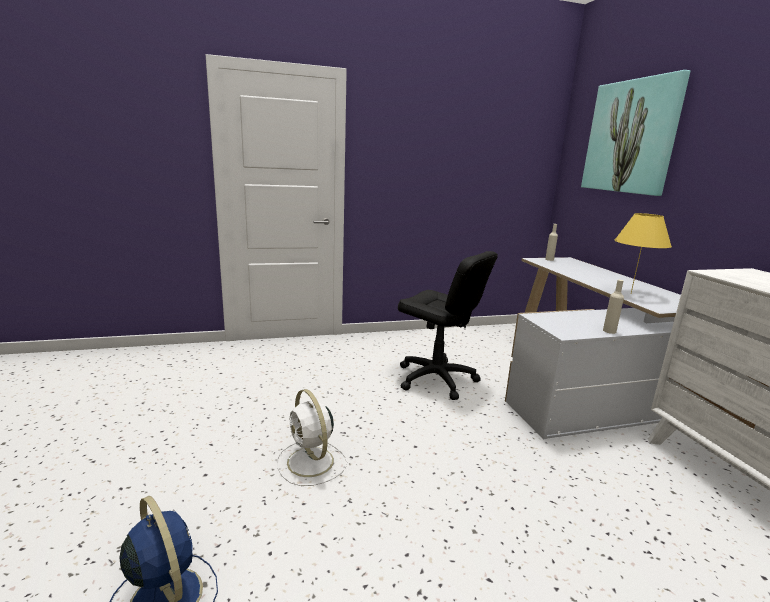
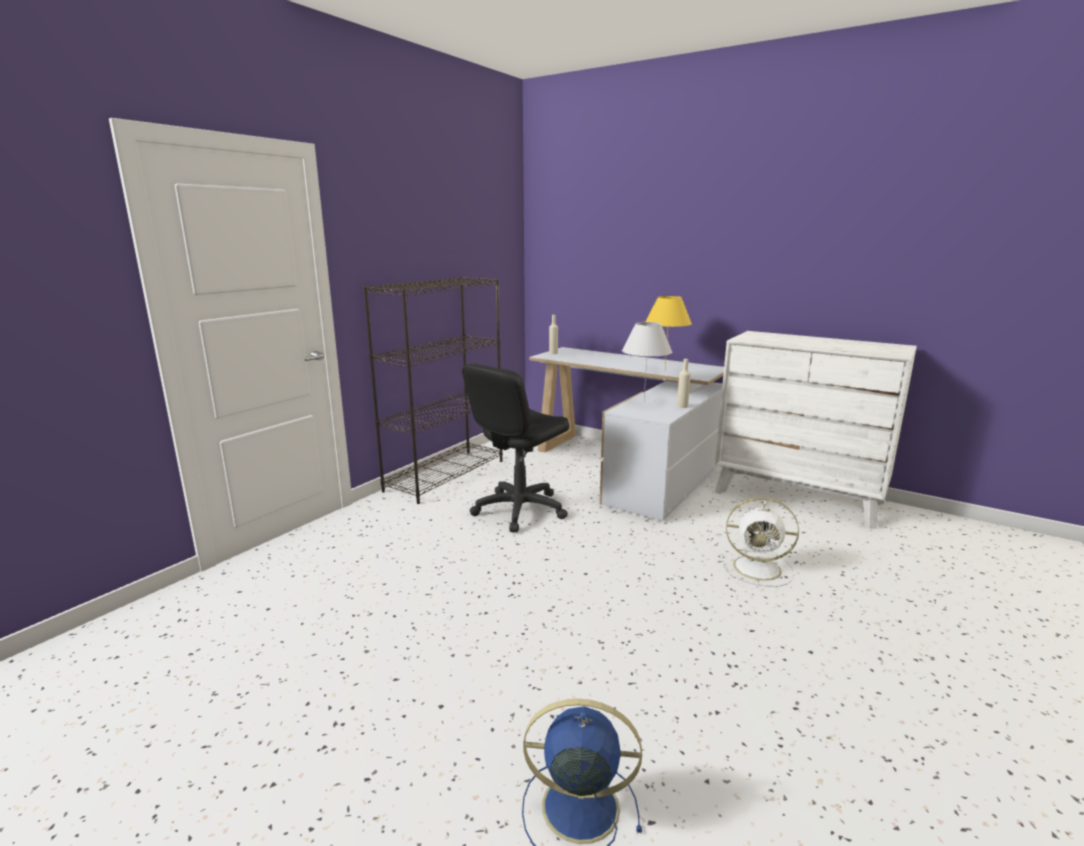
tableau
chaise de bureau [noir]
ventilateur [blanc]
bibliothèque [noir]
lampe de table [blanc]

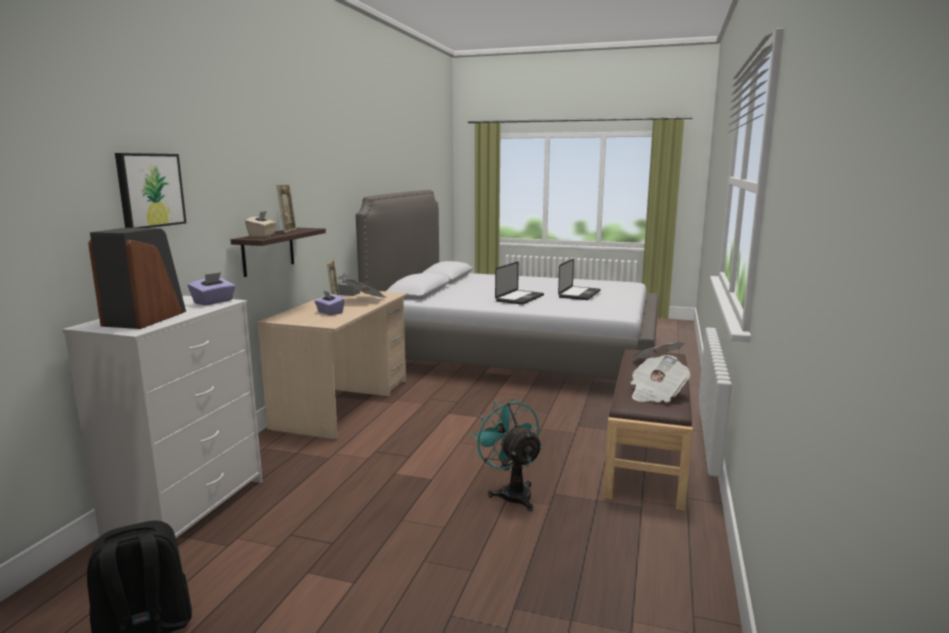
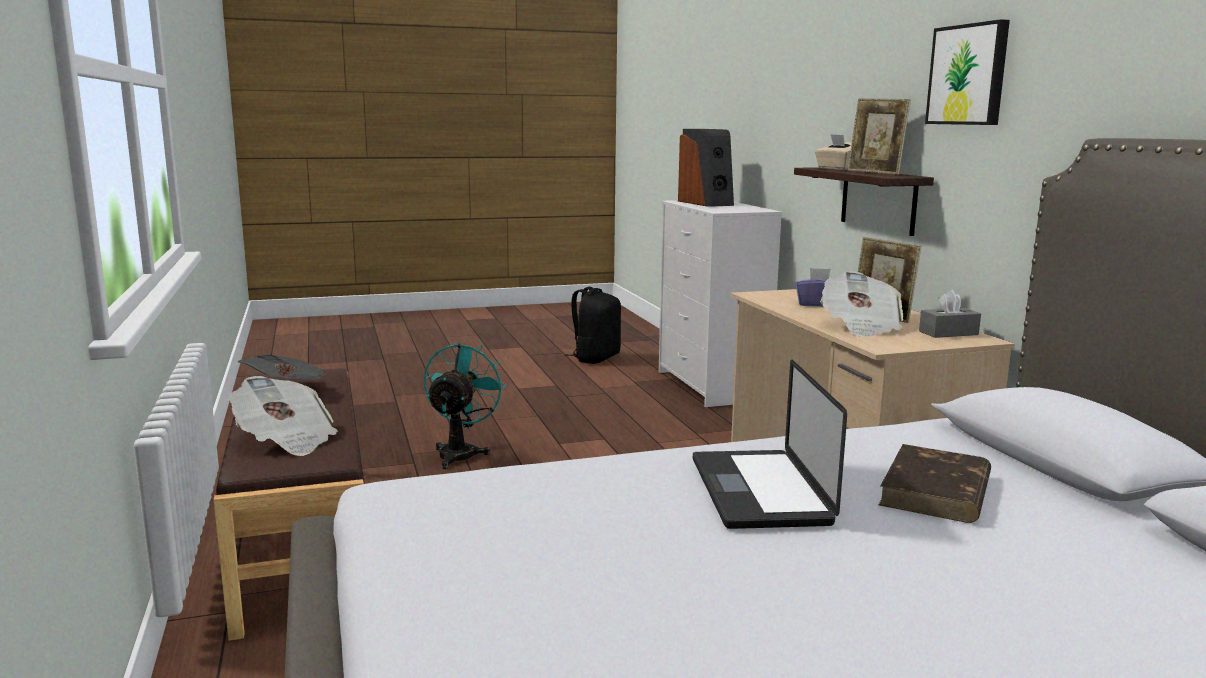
tableau
ordinateur portable (no. 2 from left in the first image)
boîte à mouchoirs [violet] (no. 1 from left in the first image)
ventilateur [turquoise]
livre [marron]

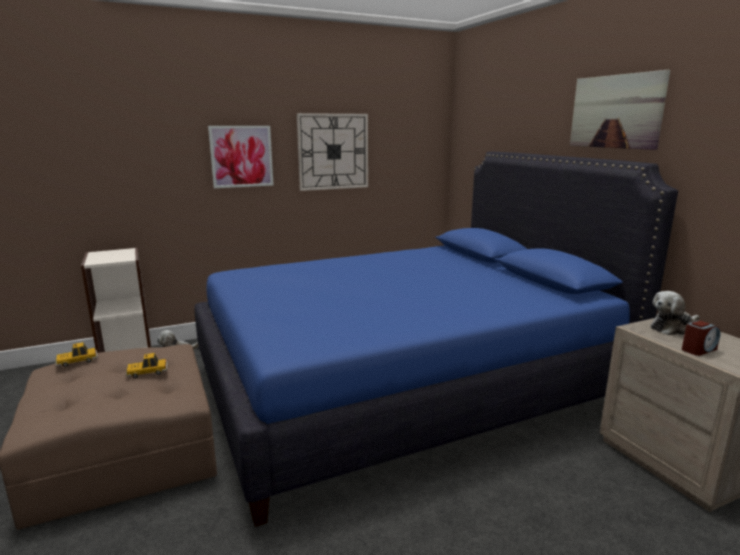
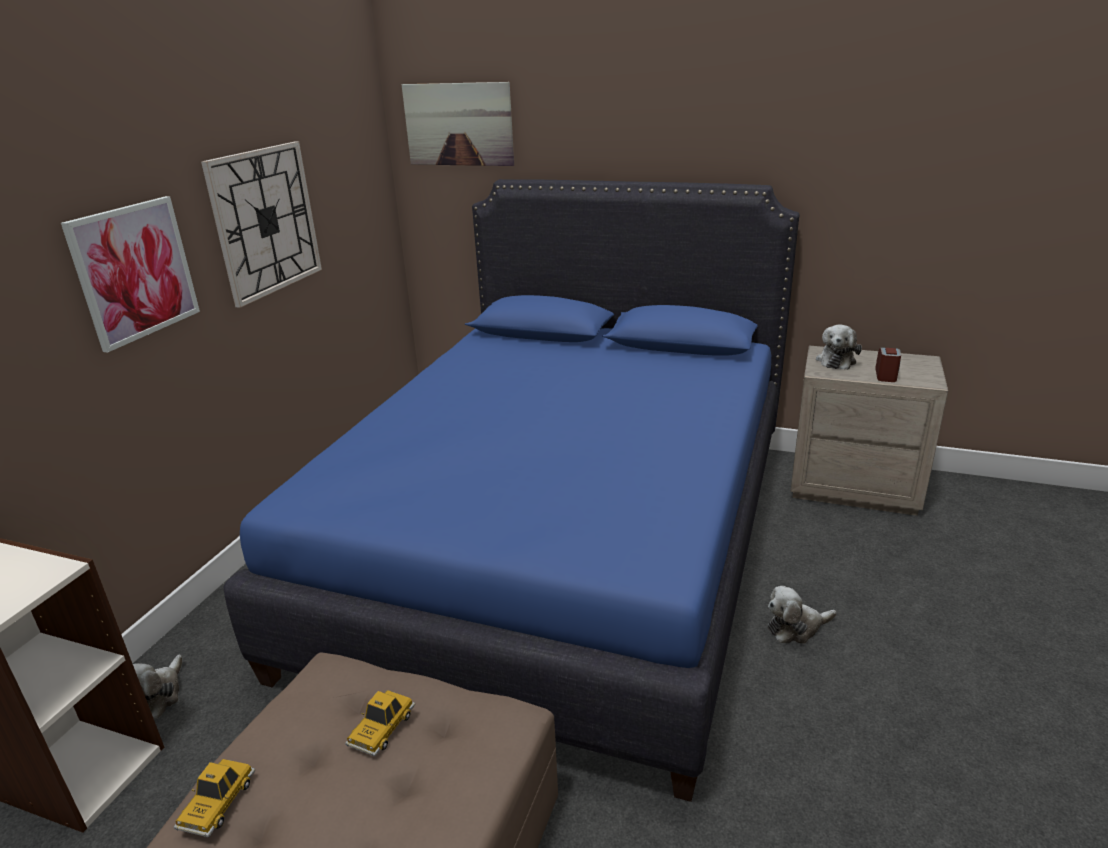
tableau (no. 2 from left)
peluche (no. 2 from left)

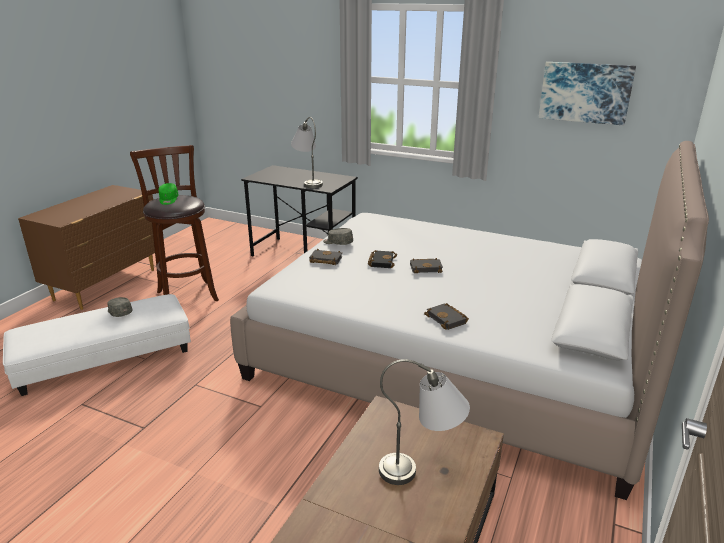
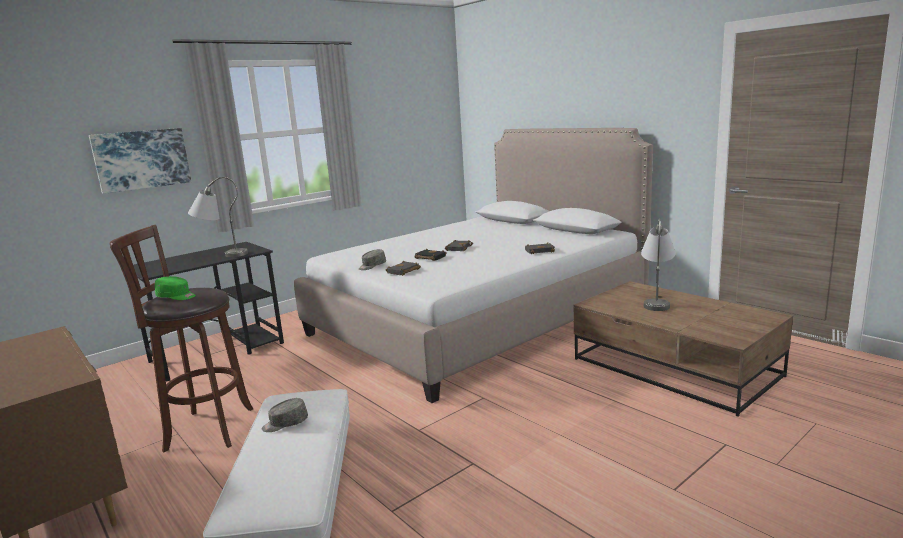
tableau

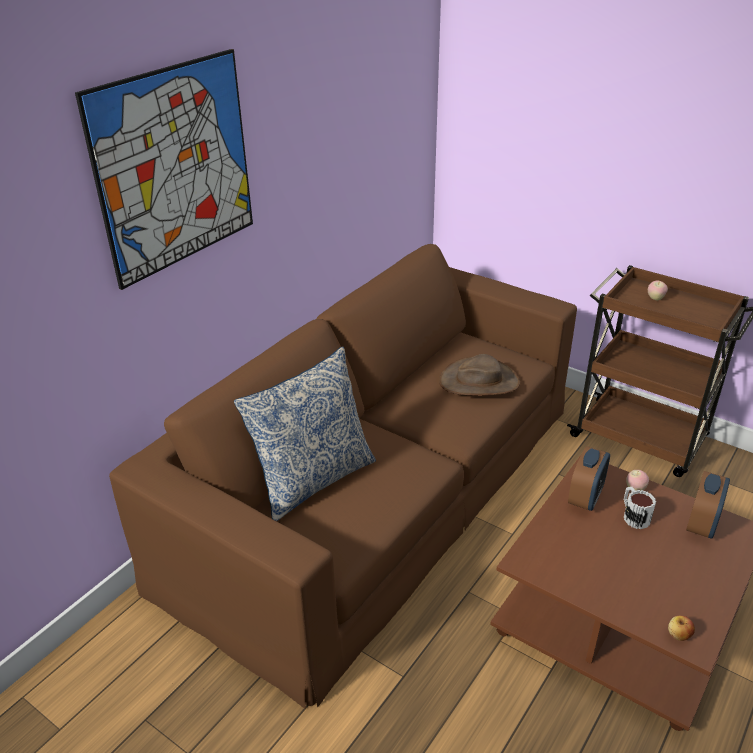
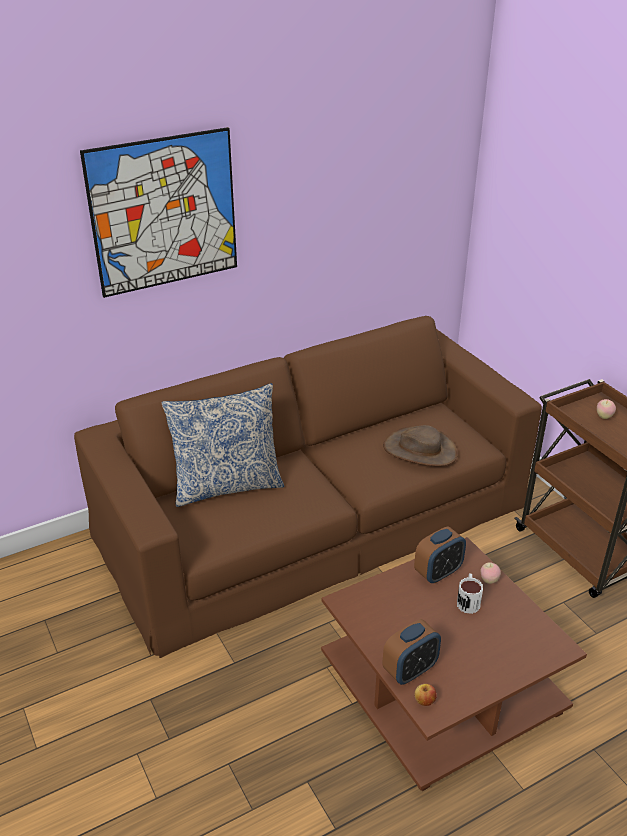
réveil (no. 1 from left)

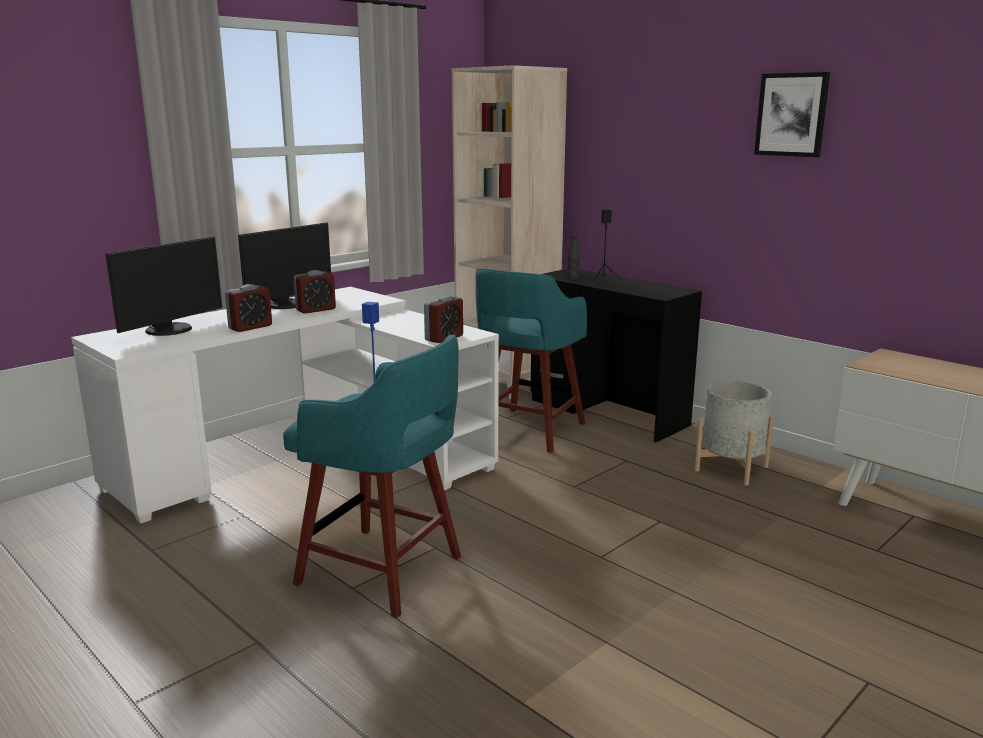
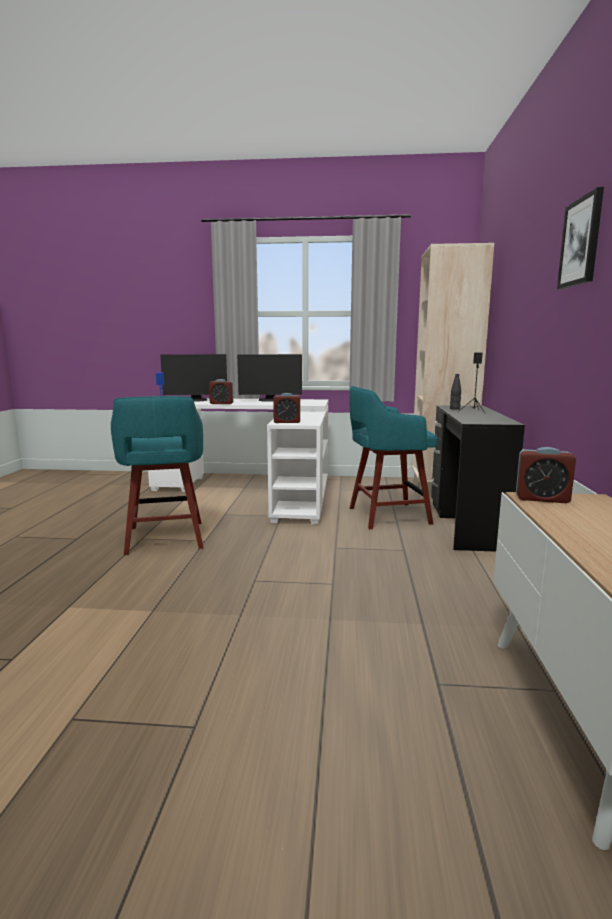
réveil (no. 3 from left)
cache-pot [gris]

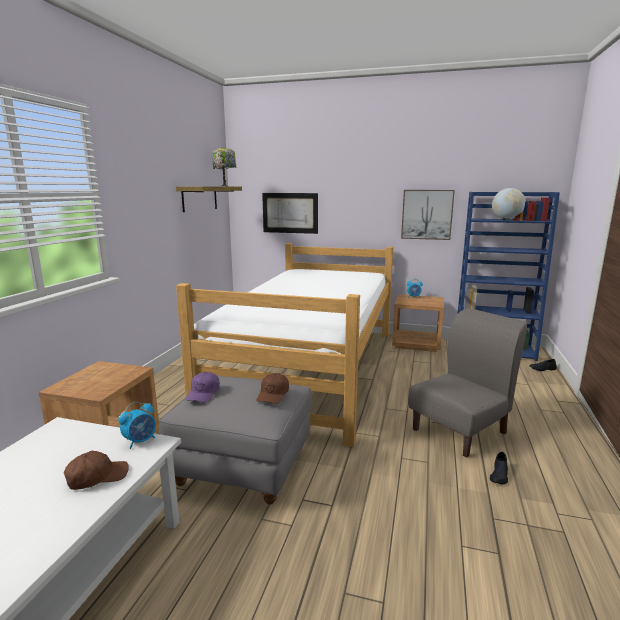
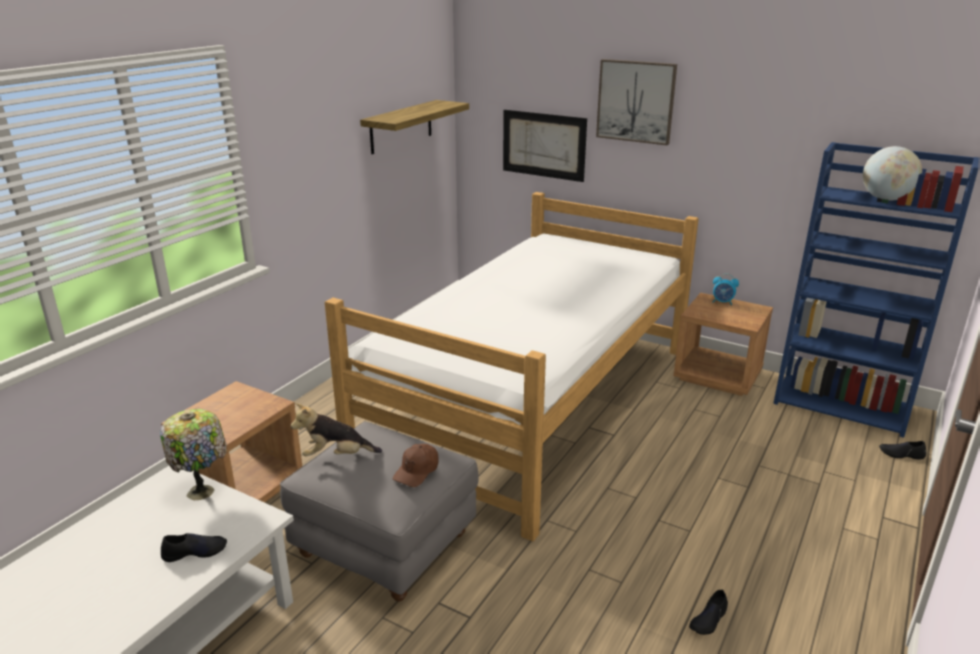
lampe de table
tableau (no. 2 from left)
chaise [gris]
peluche
réveil (no. 1 from left in the first image)
chaussure [noir] (no. 1 from left)

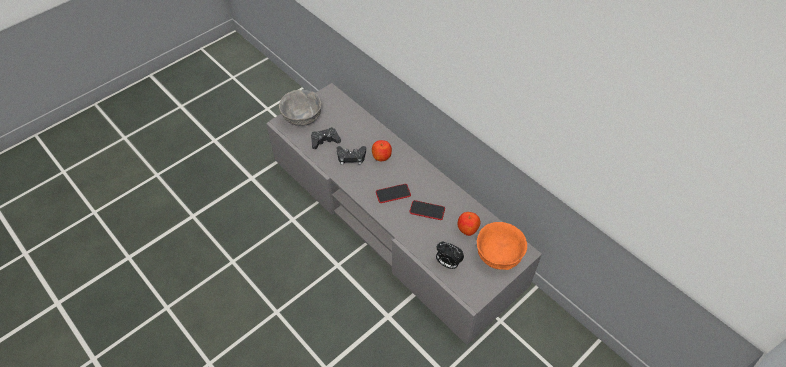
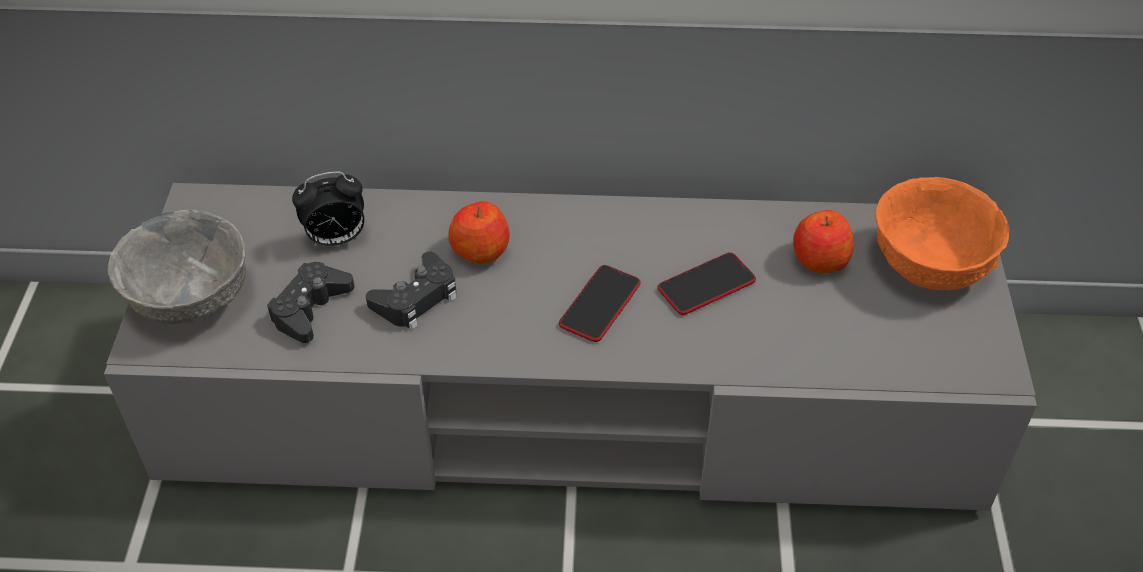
réveil

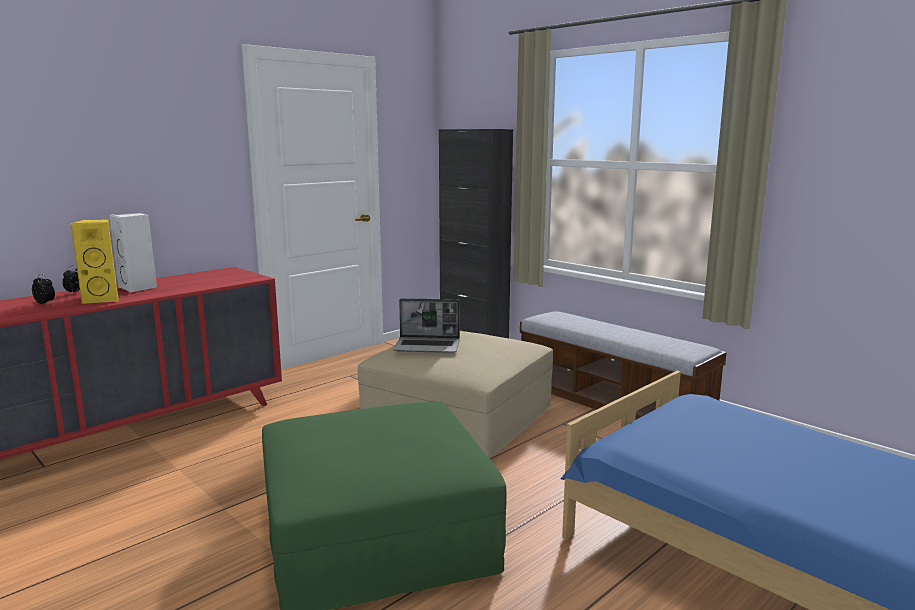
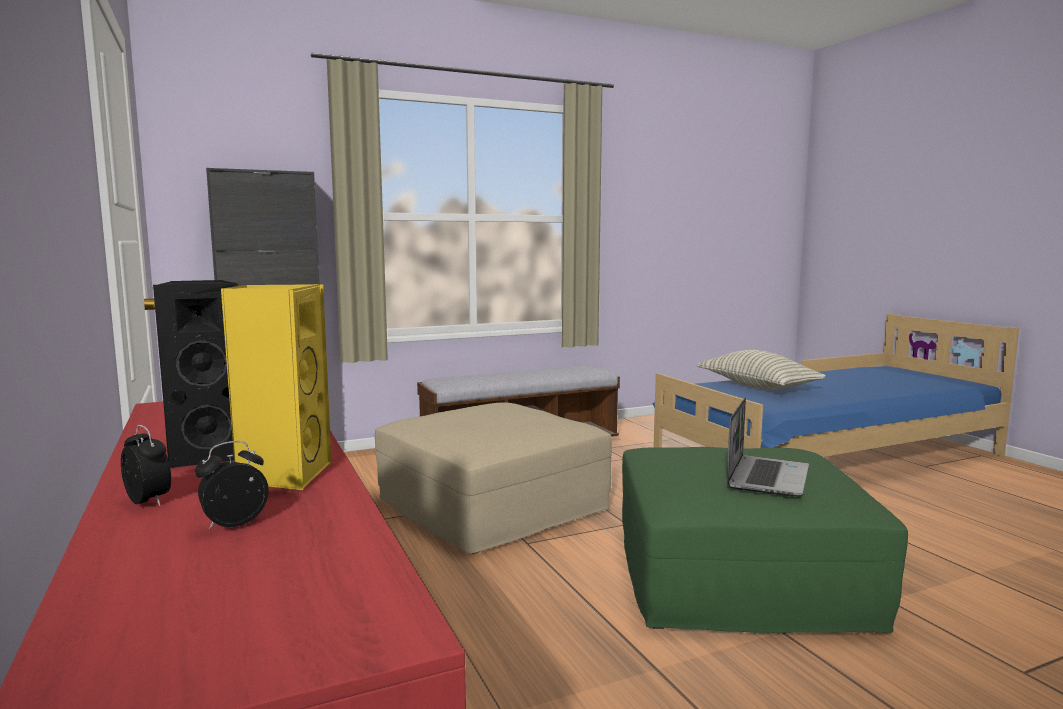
enceinte [noir]
ordinateur portable
coussin

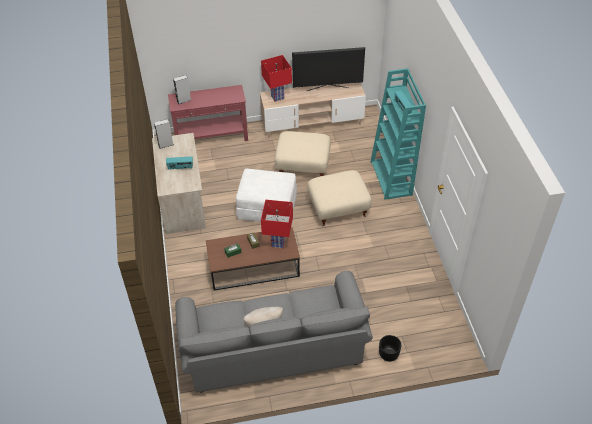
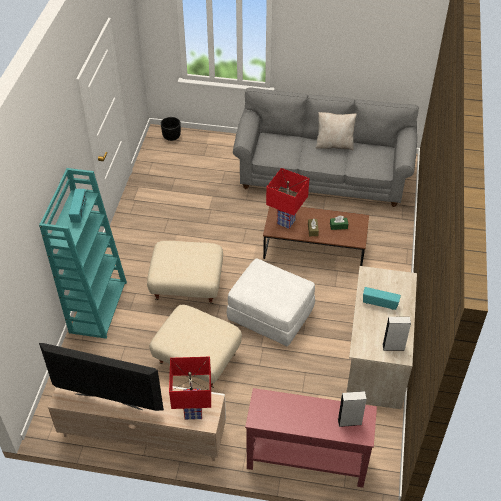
cache-pot [noir]

